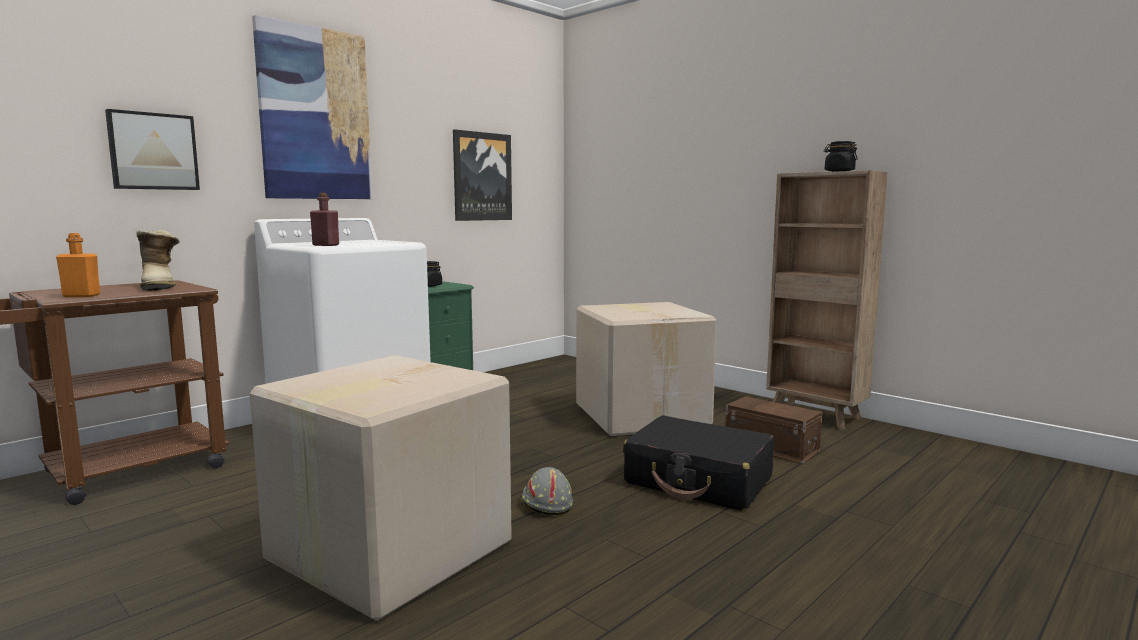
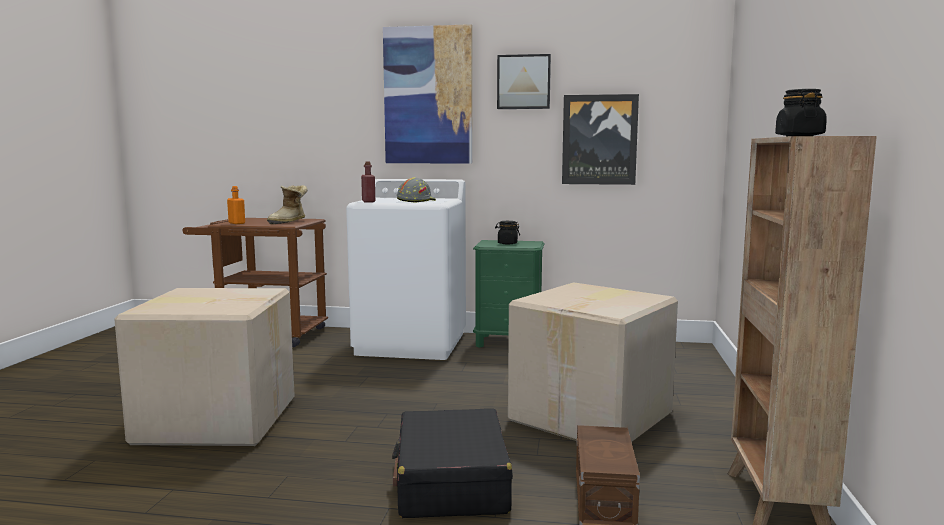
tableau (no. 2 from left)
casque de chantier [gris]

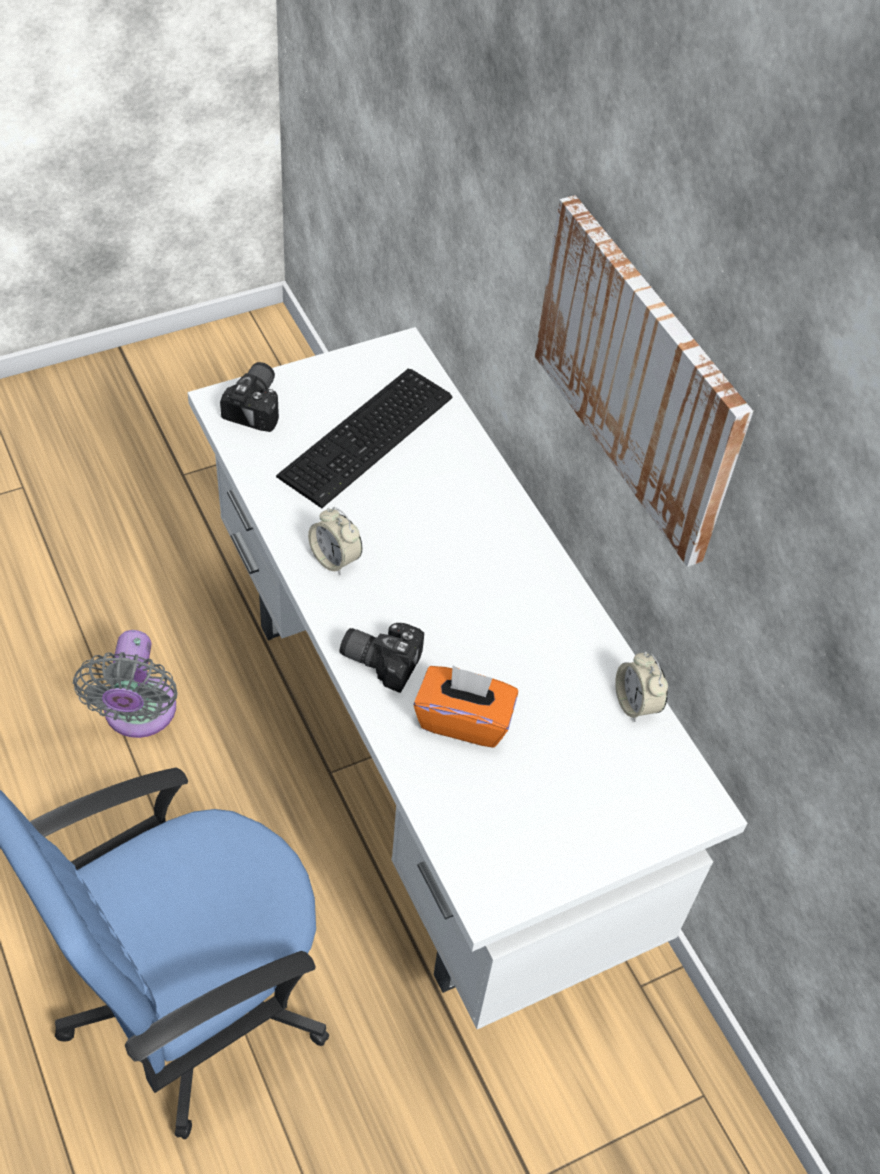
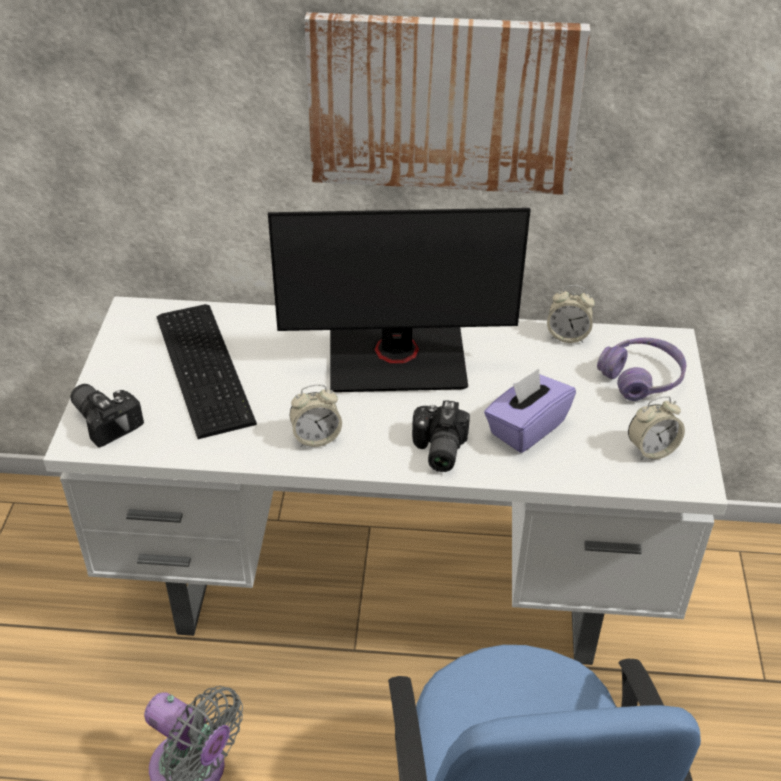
appareil photo (no. 2 from left)
boîte à mouchoirs [violet]
écran d'ordinateur
casque audio [violet]
réveil (no. 3 from left)

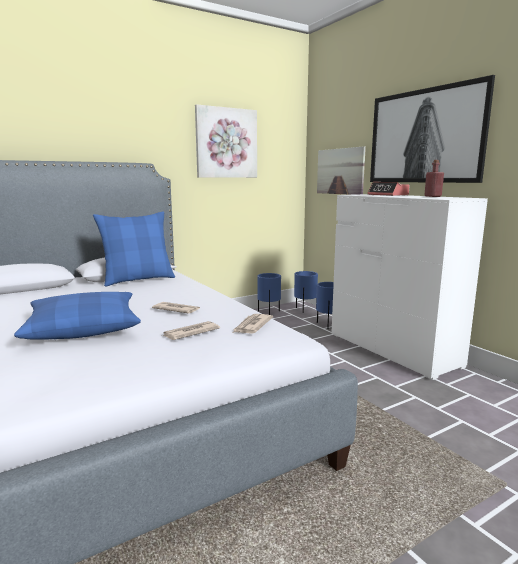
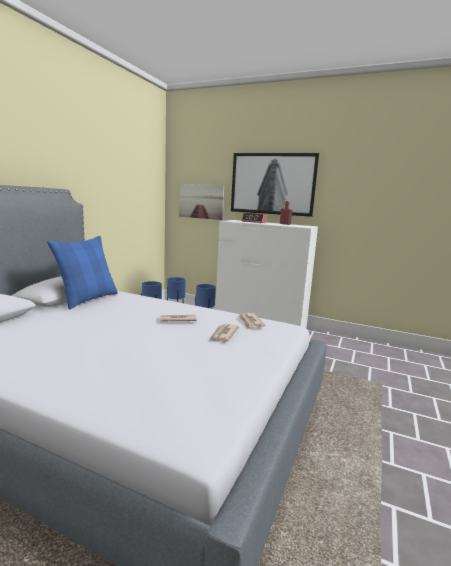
tableau (no. 1 from left in the first image)
coussin [bleu] (no. 1 from left in the first image)

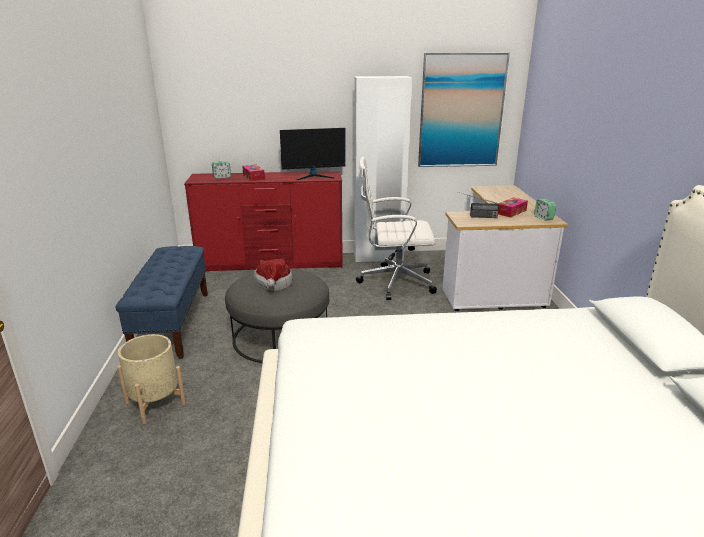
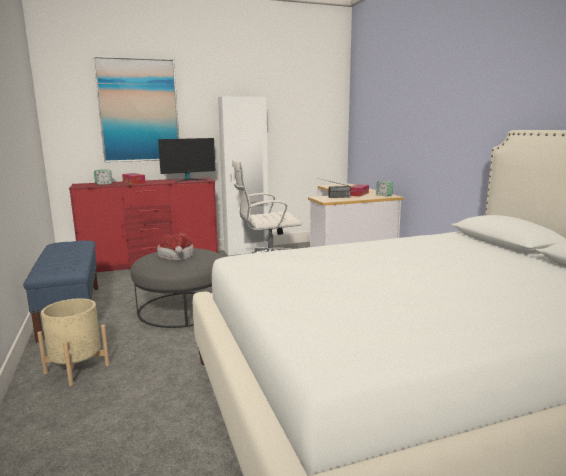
tableau

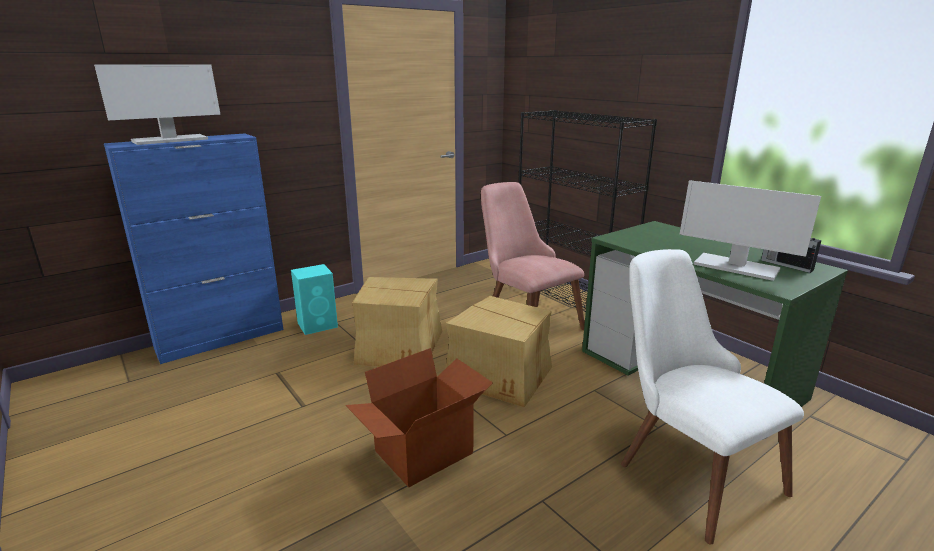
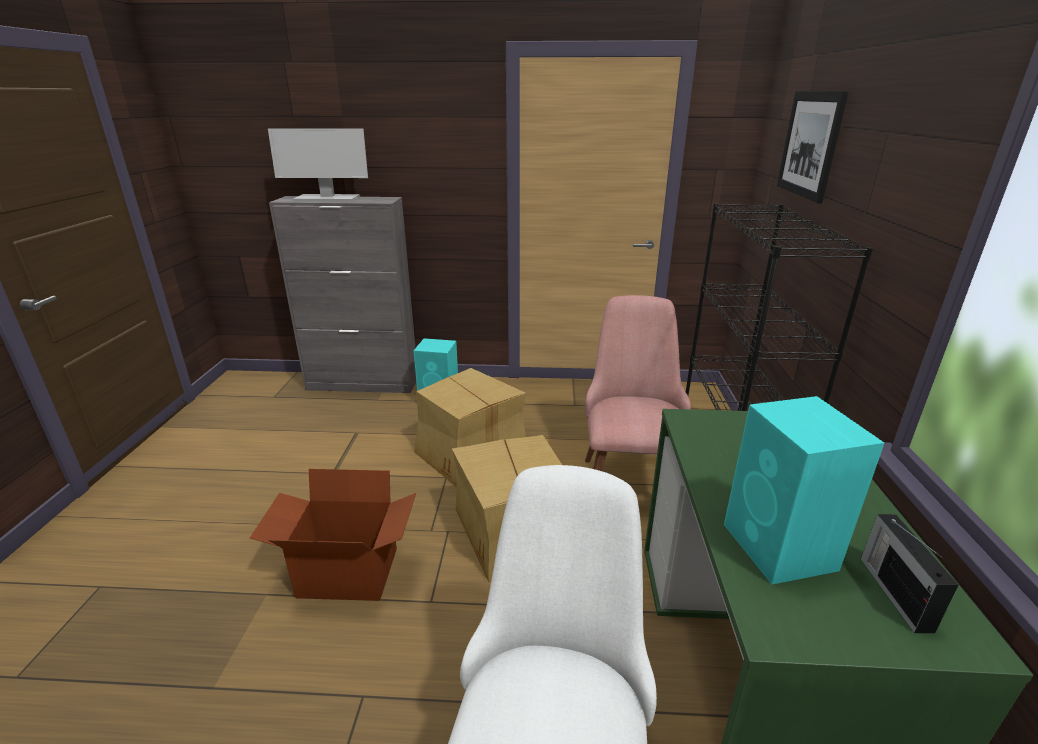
meuble de rangement [gris]
enceinte [turquoise] (no. 2 from left)
tableau

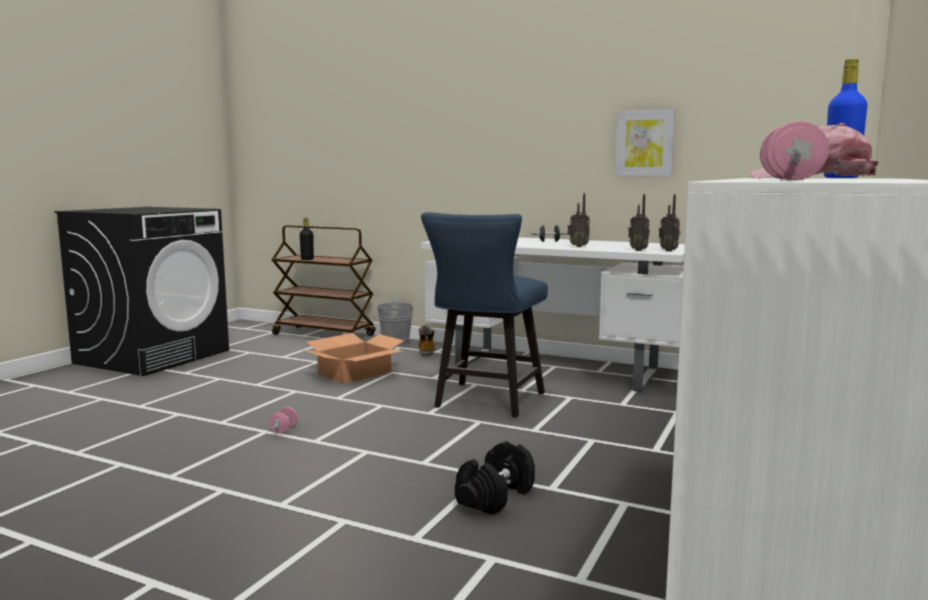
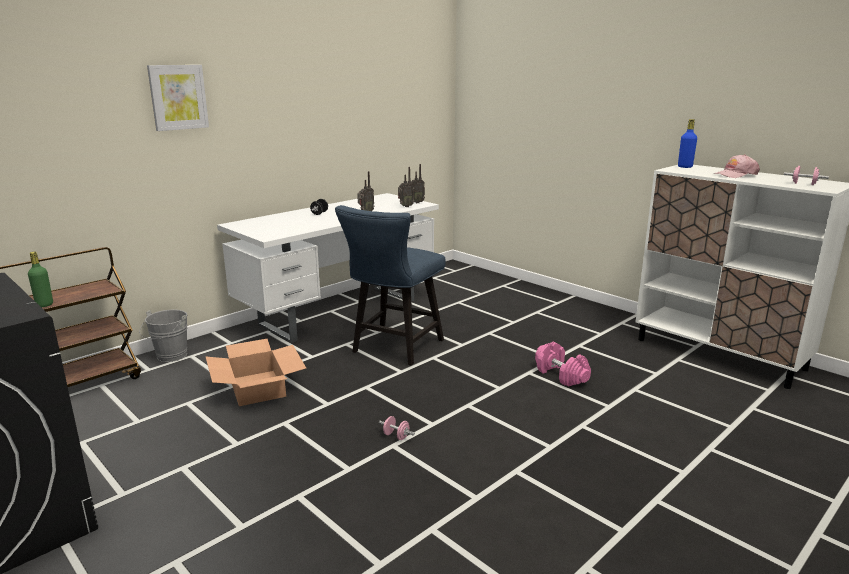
tableau
chaise [bleu]
bouteille [vert]
botte
haltère [rose] (no. 2 from left)

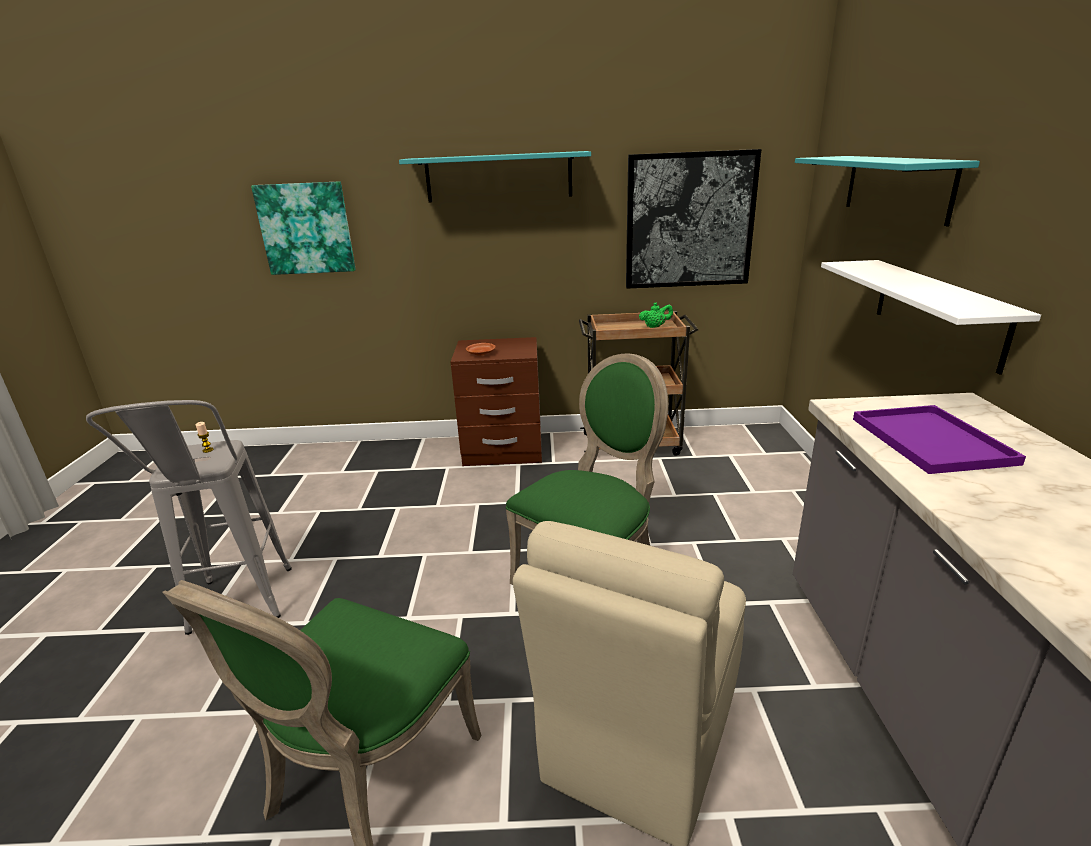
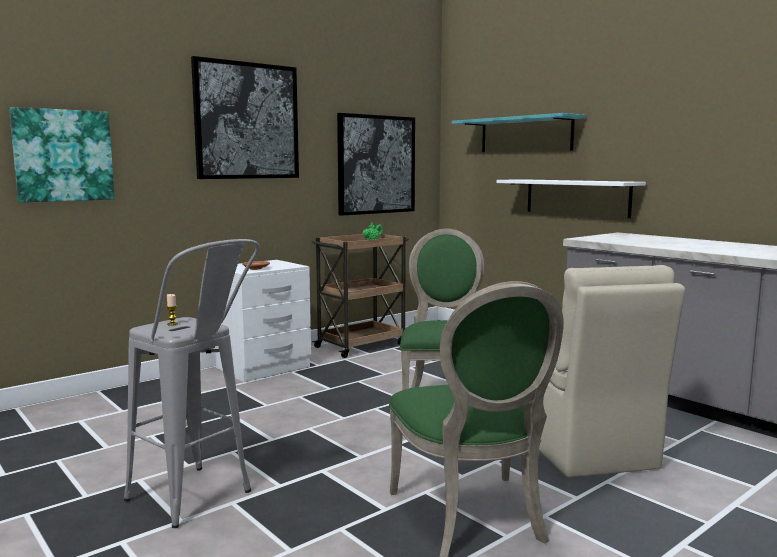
tableau (no. 2 from left)
table de chevet [blanc]
plateau [violet]

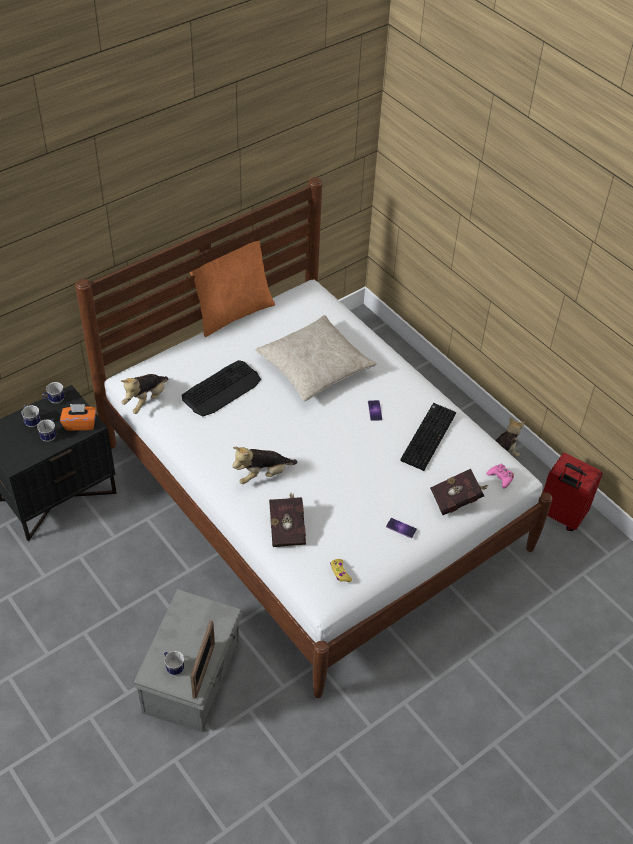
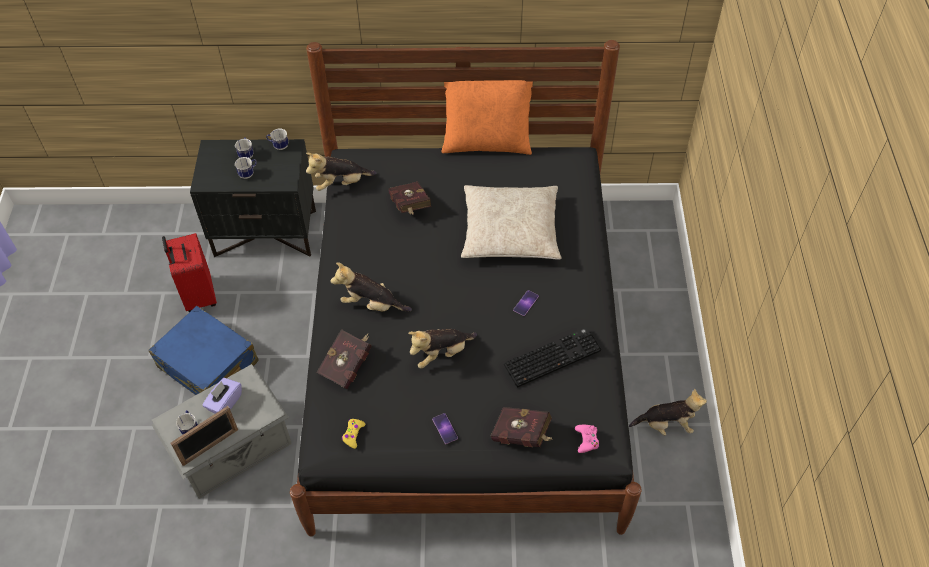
lit [noir]
livre [rouge] (no. 2 from left)
boîte à mouchoirs [orange]
valise [rouge]
valise [bleu]
peluche (no. 3 from left)
boîte à mouchoirs [violet]

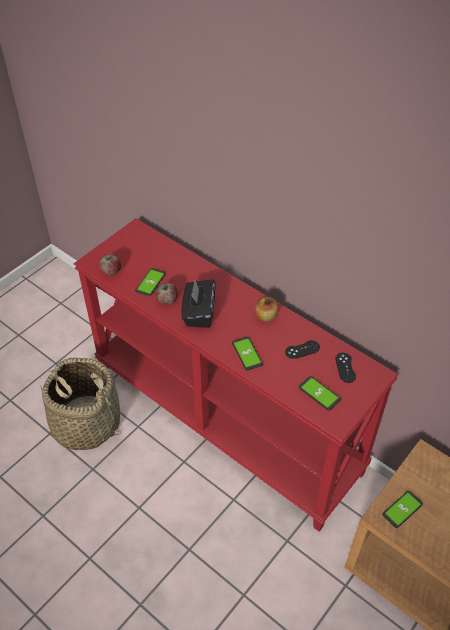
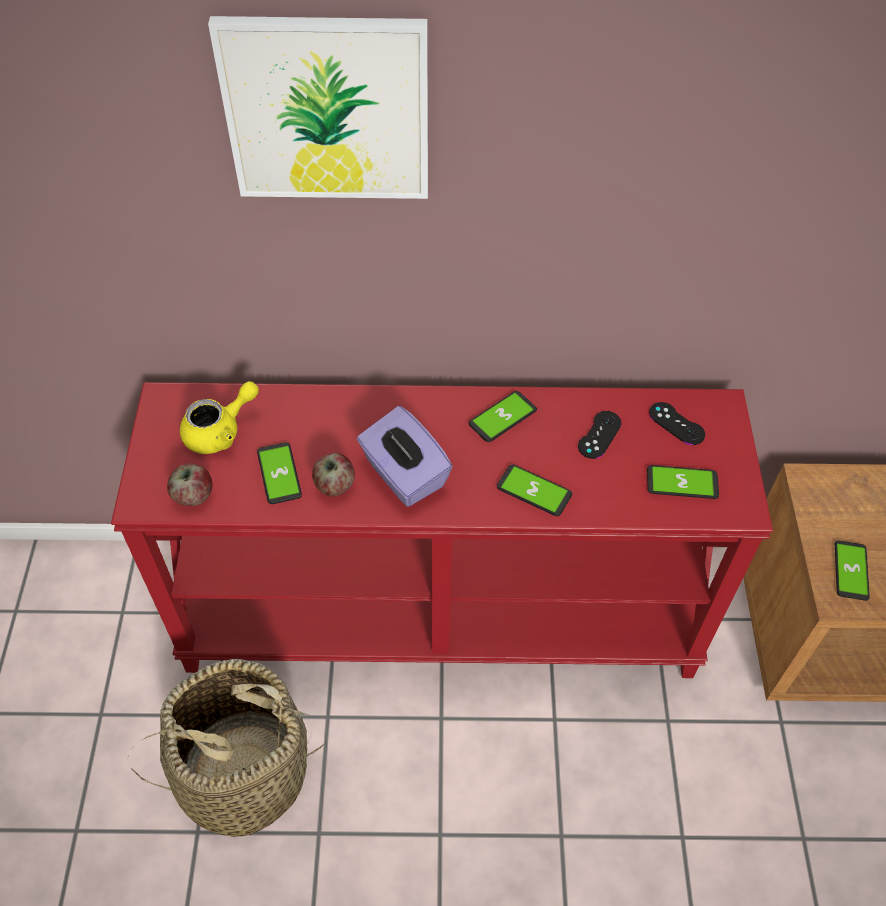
boîte à mouchoirs [violet]
téléphone (no. 2 from left)
tableau
théière [jaune]

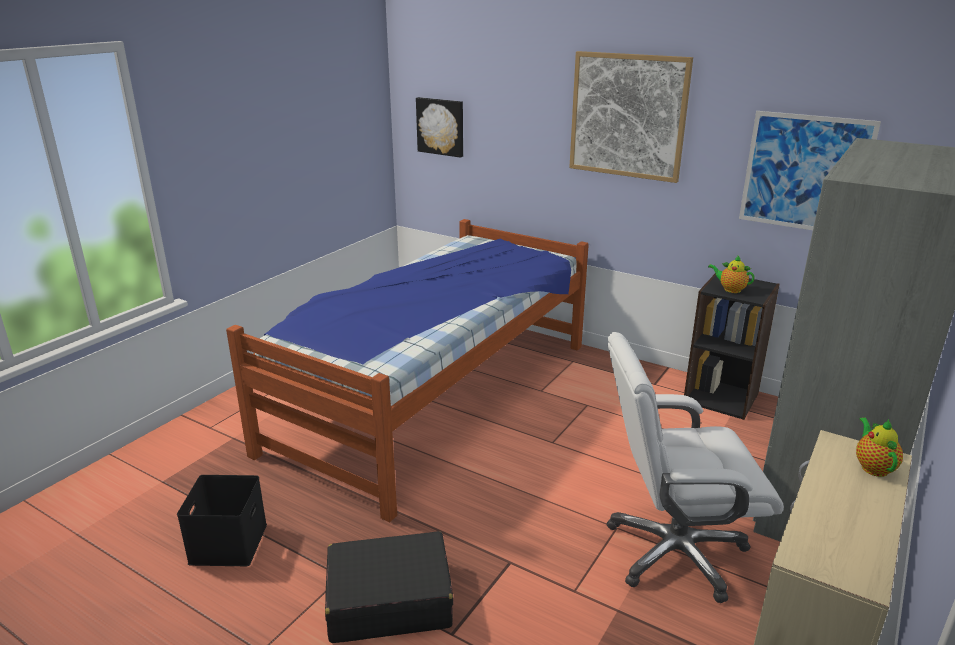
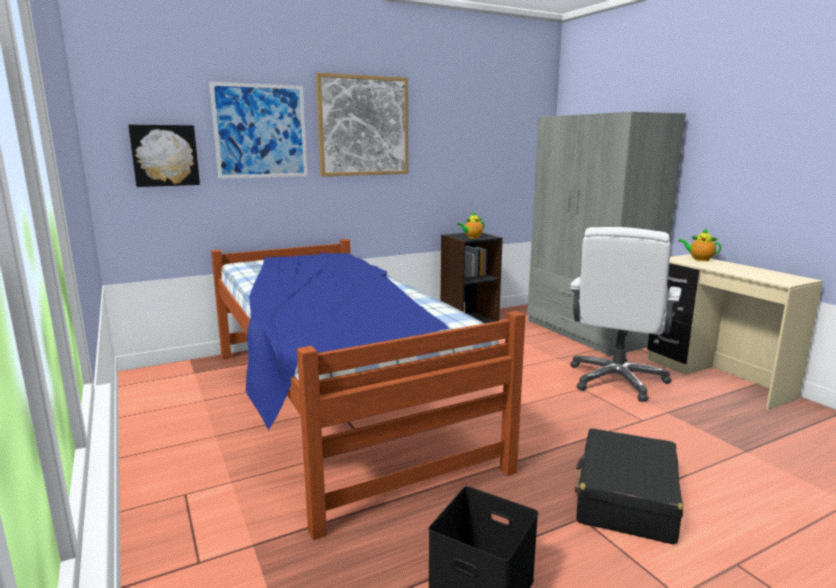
tableau (no. 2 from left)

